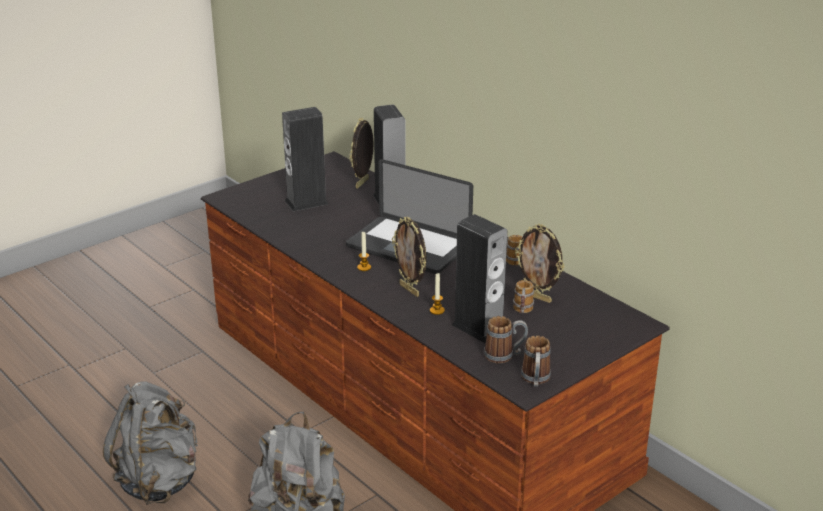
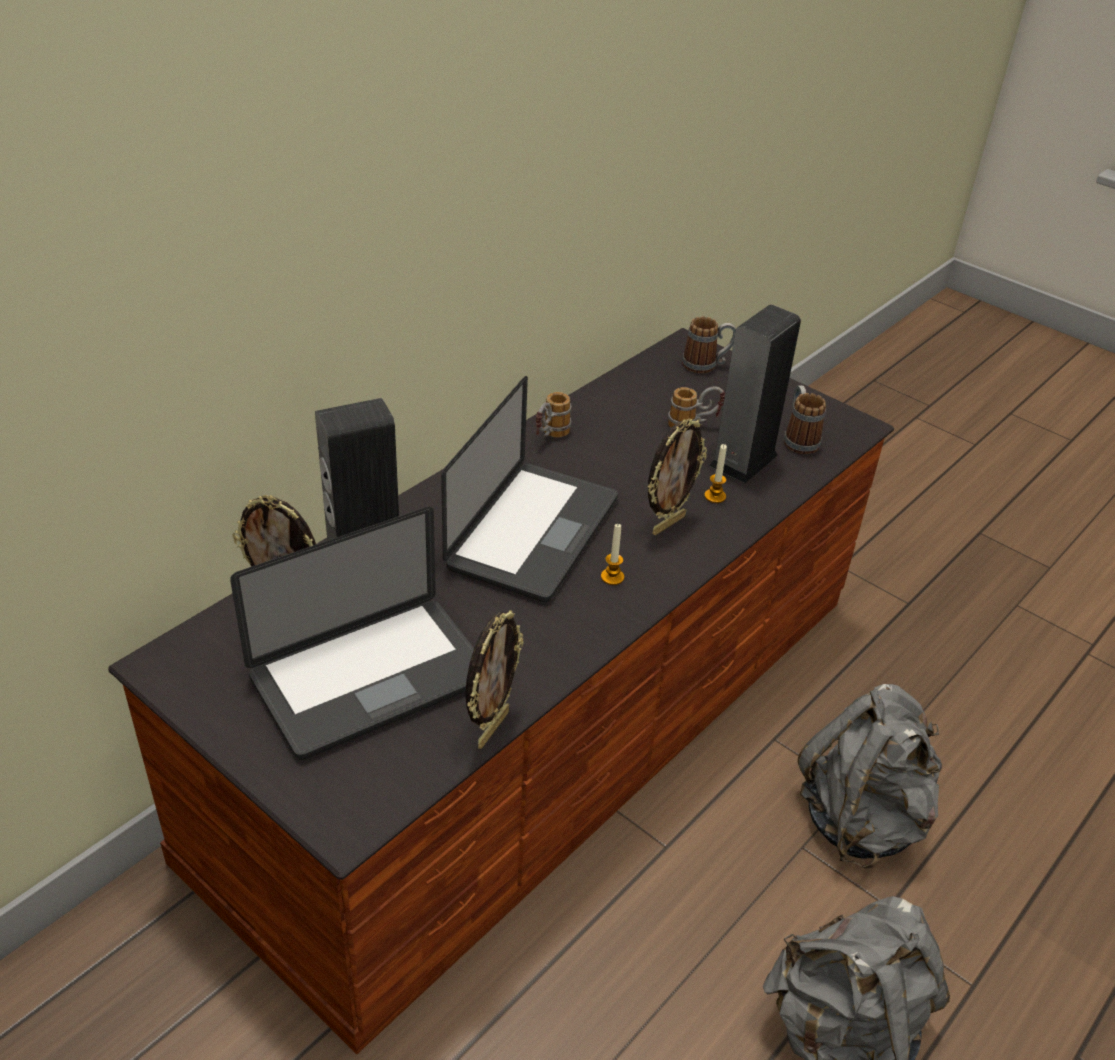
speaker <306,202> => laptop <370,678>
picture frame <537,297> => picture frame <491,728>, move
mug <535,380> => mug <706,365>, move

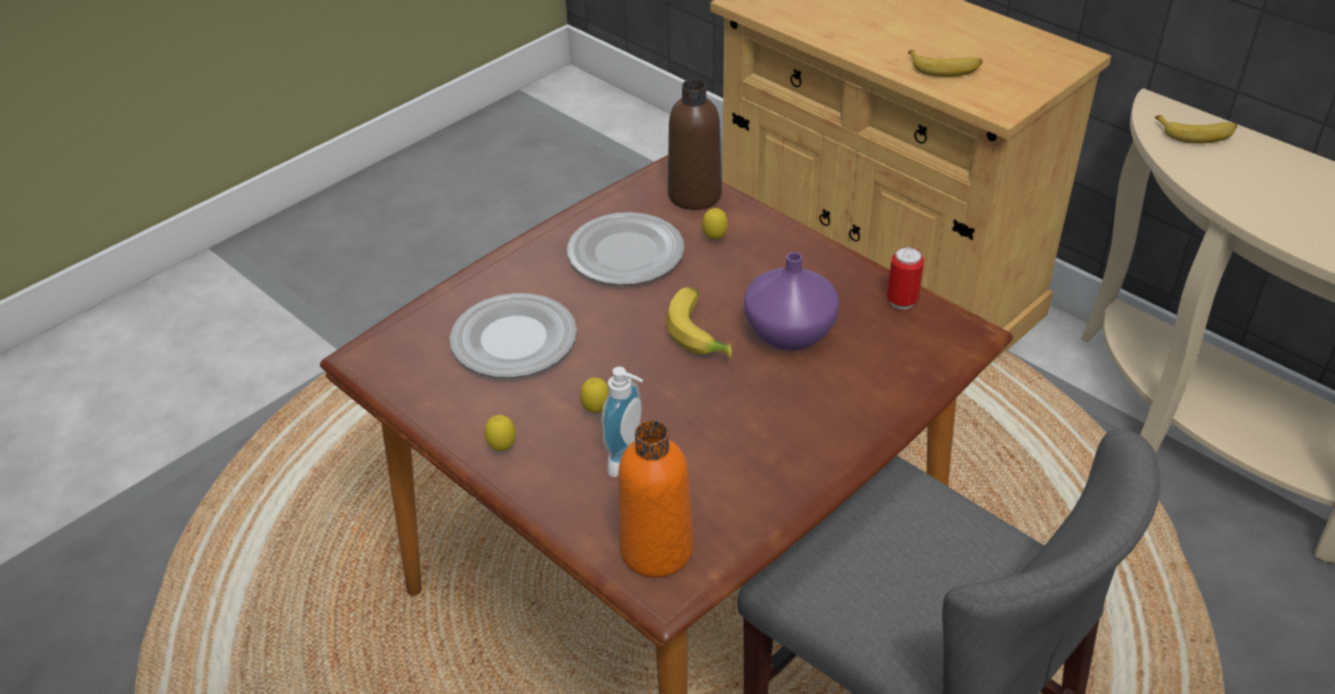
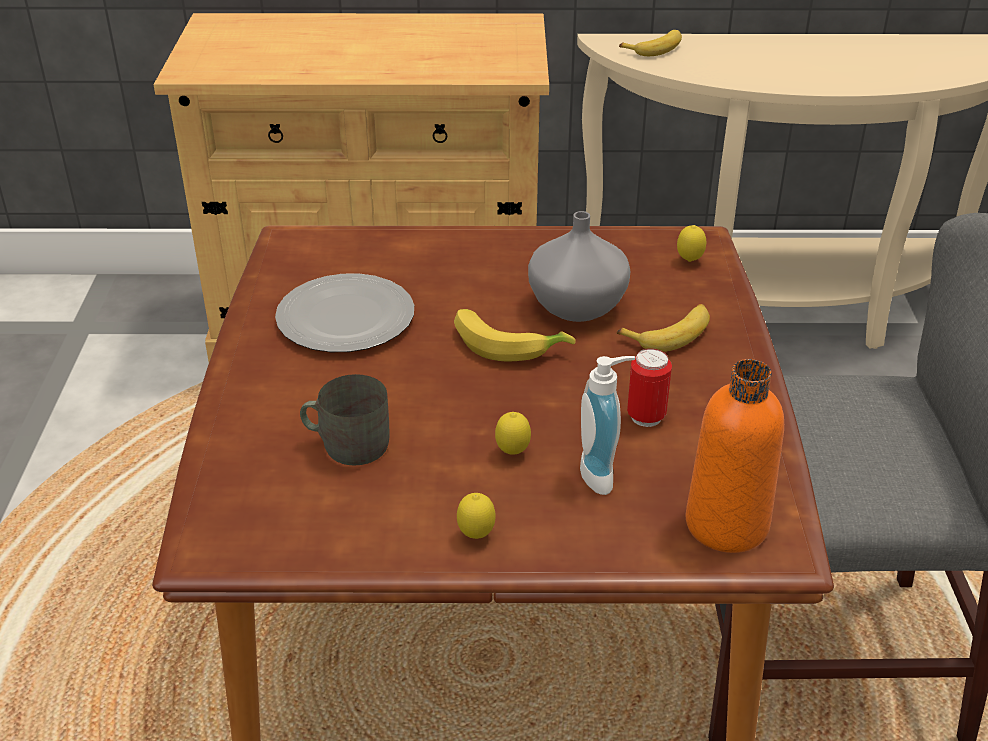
plate <513,341> => grey mug <347,443>
purple vase <787,333> => grey vase <575,307>
banana <945,68> => banana <670,334>, move
can <902,301> => can <646,417>, move
lemon <715,239> => lemon <689,261>, move
brown bottle <694,195> => nothing

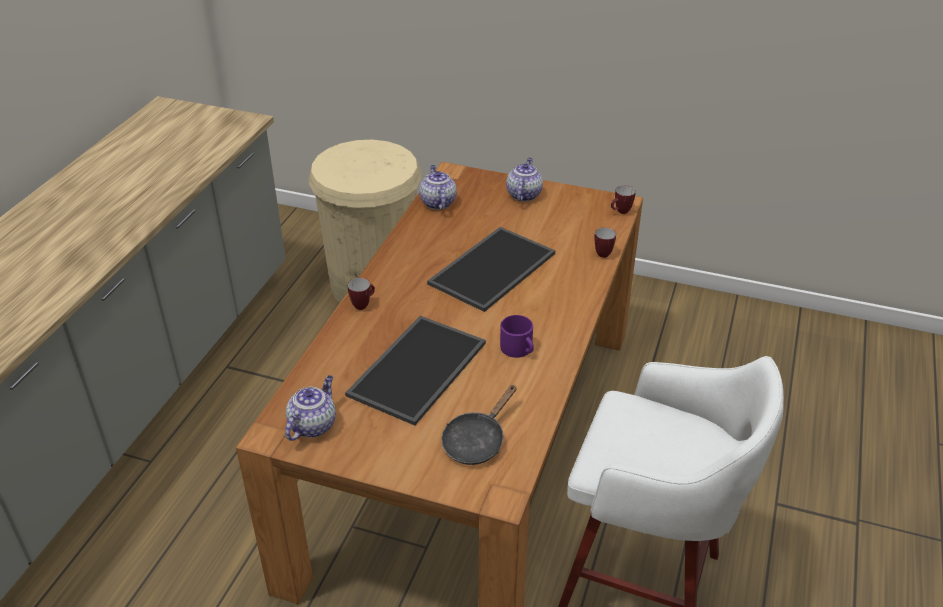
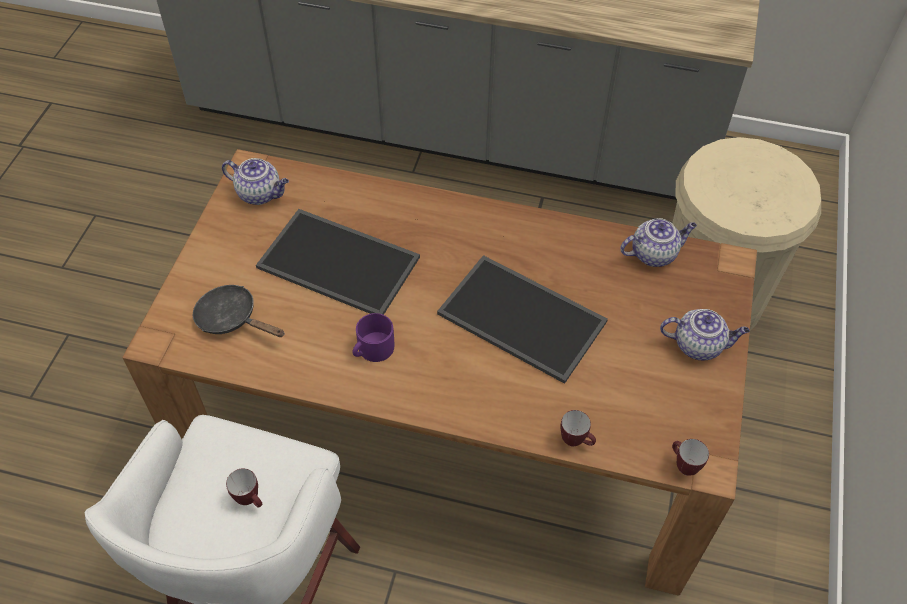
mug <363,304> => mug <251,500>, move

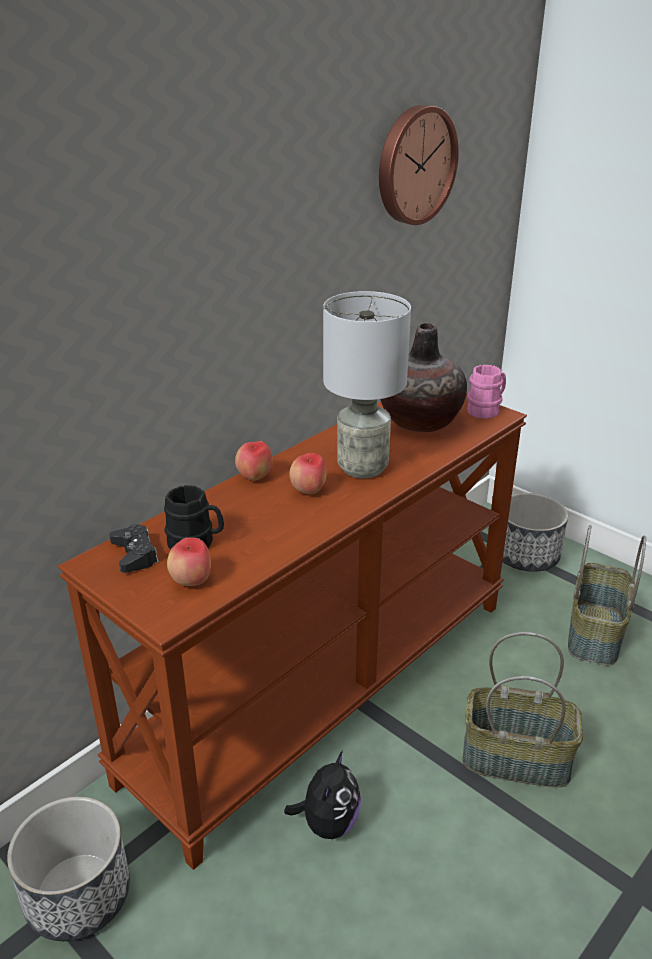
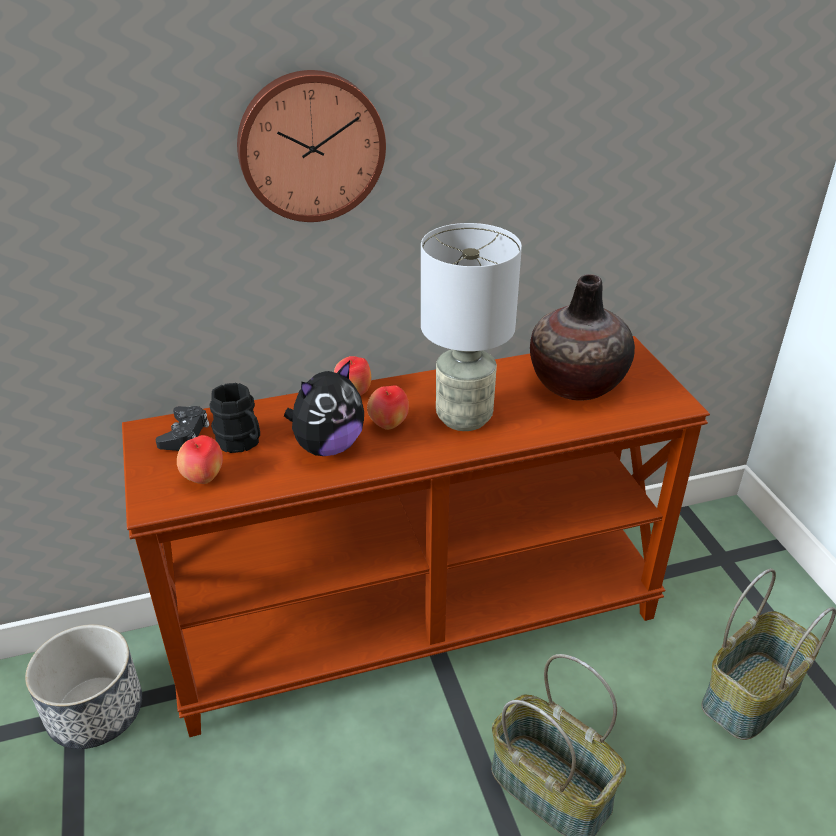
wall clock <414,165> => wall clock <310,146>, move
plush toy <328,823> => plush toy <327,446>, move
pink mug <486,409> => nothing
planter <526,555> => nothing

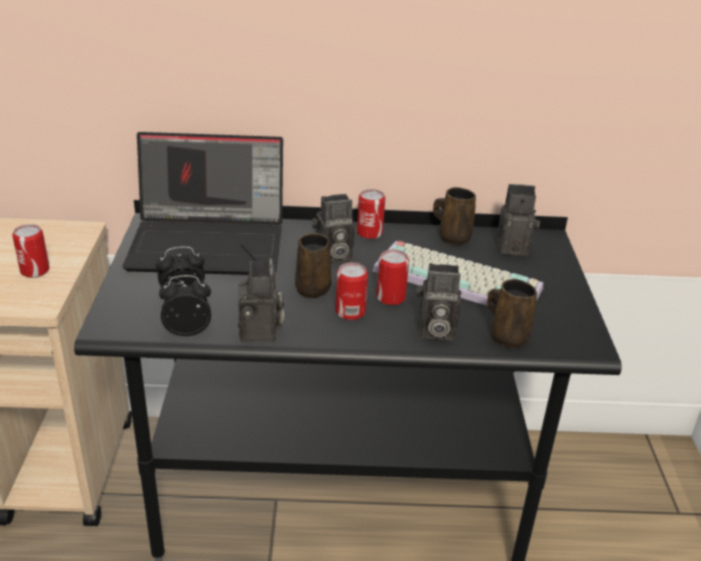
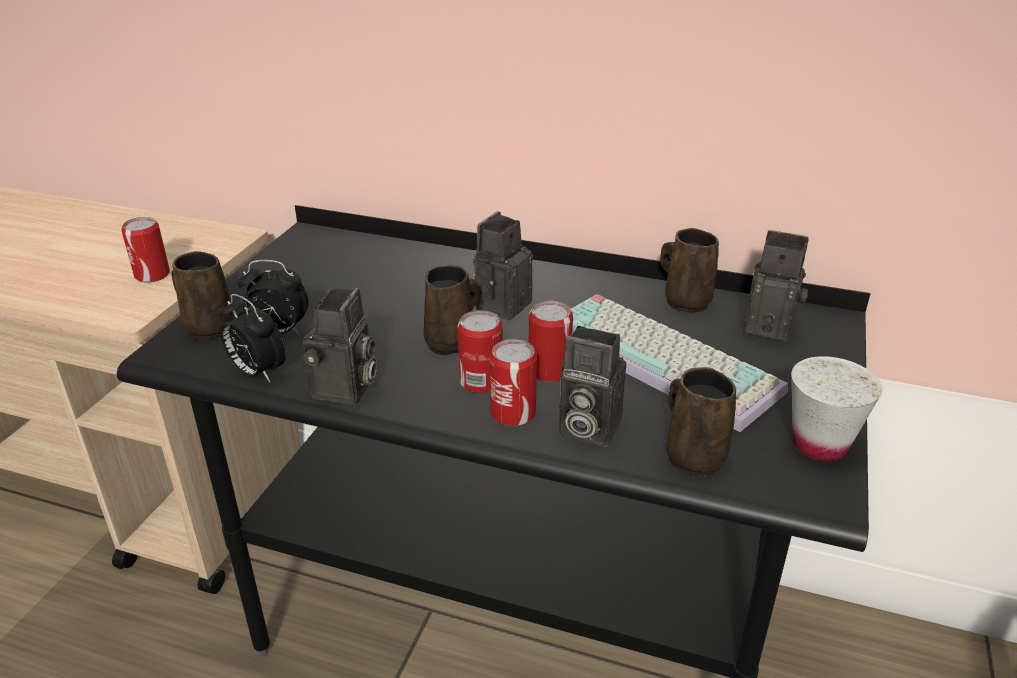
nothing => brown mug <208,327>
alarm clock <188,331> => alarm clock <257,372>, 150 degrees counterclockwise
photo camera <332,256> => photo camera <502,304>, 120 degrees clockwise
can <369,233> => can <513,413>, move
nothing => white cup <819,445>
laptop <210,243> => nothing

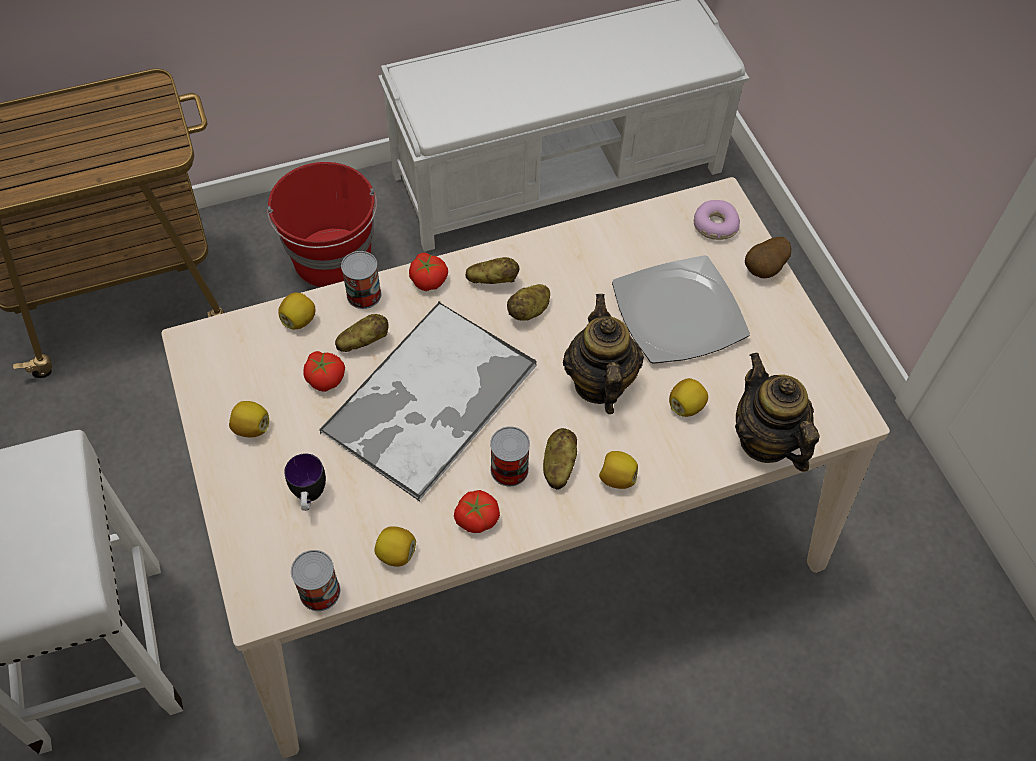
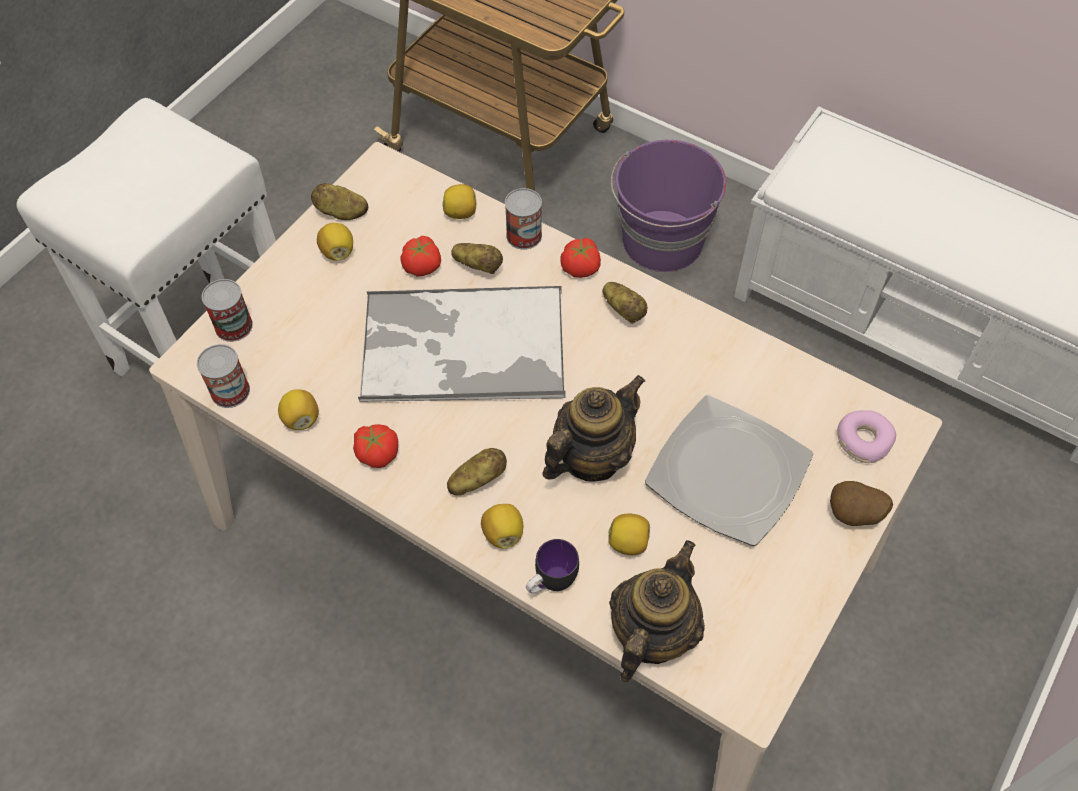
can <509,469> => can <233,326>, move
potato <529,311> => potato <341,213>, move
mug <309,497> => mug <550,584>, move
red bucket <333,259> => purple bucket <662,242>

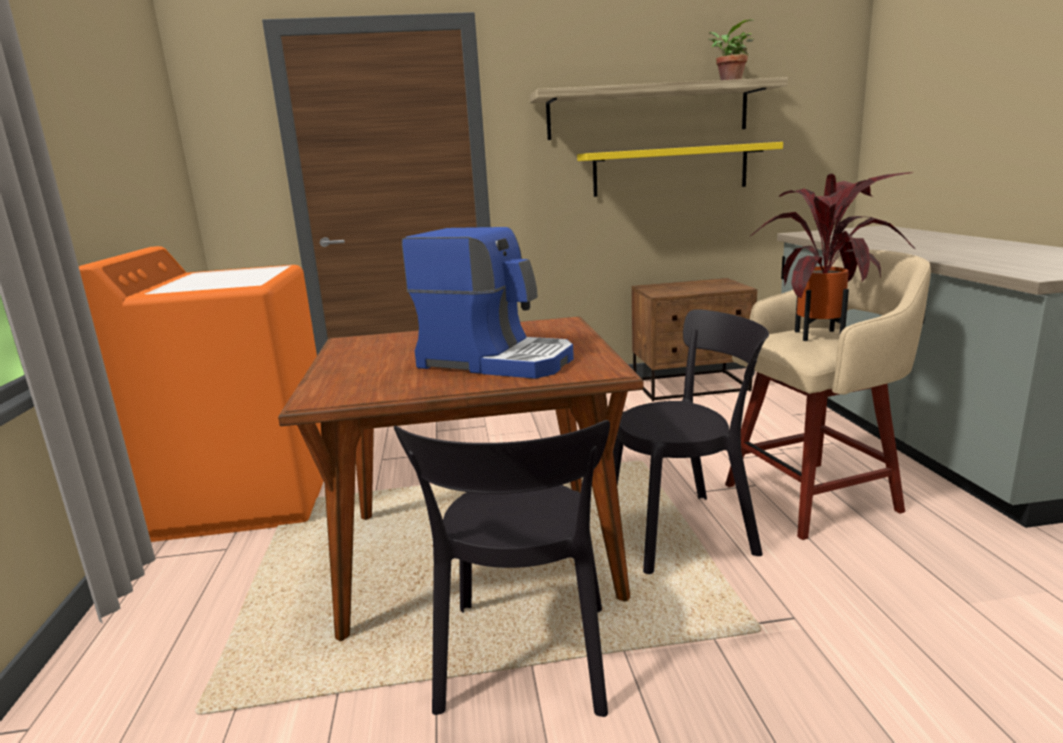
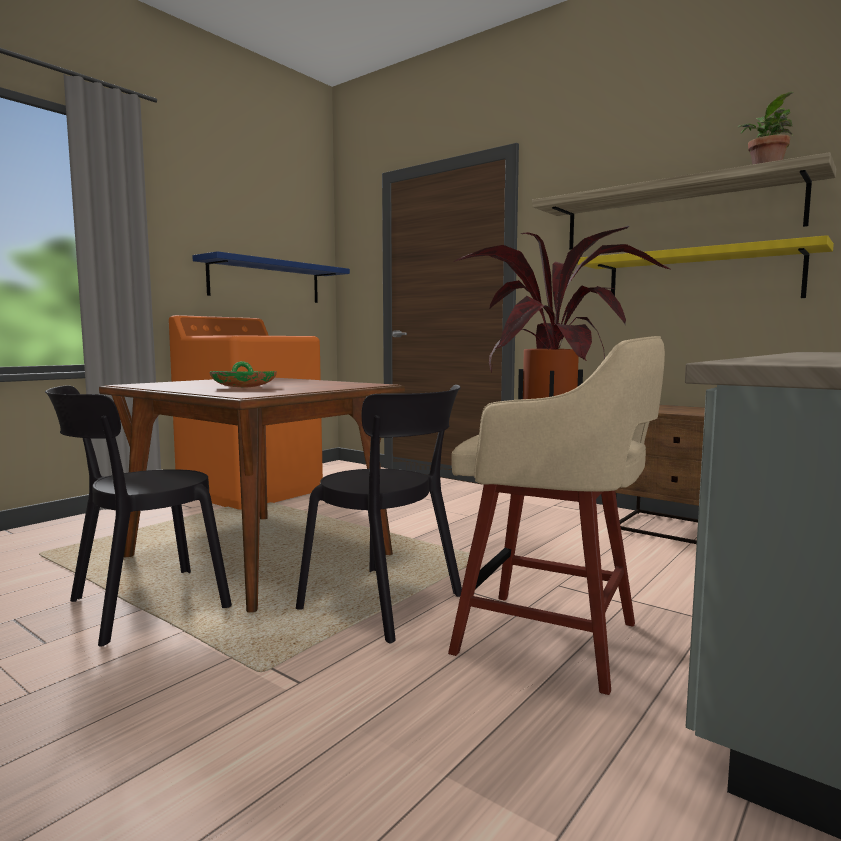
nothing => blue shelf <266,281>
coffee machine <496,361> => green bowl <244,387>

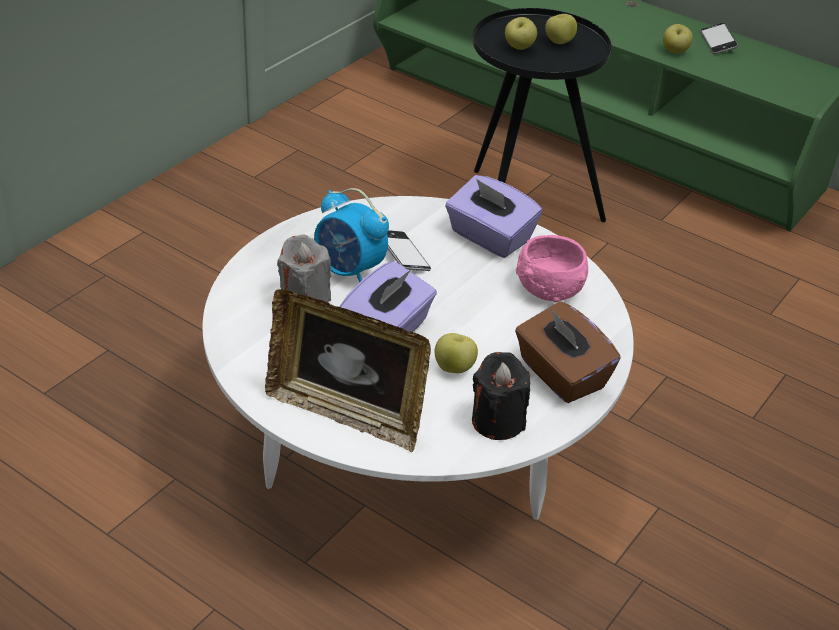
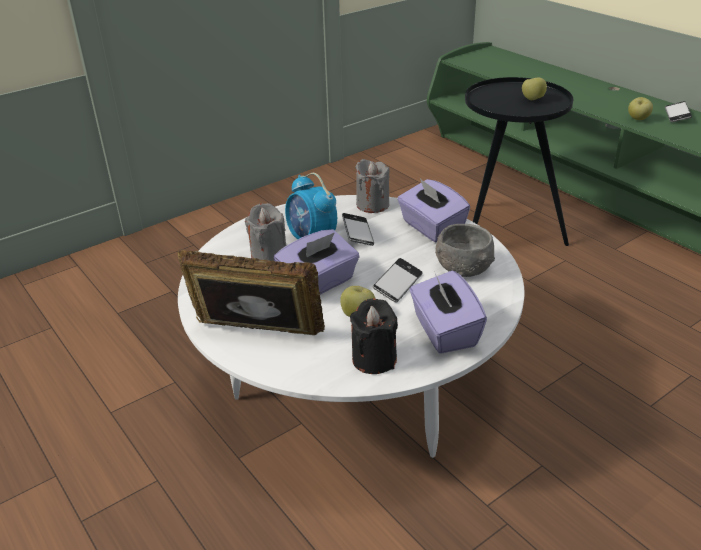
picture frame <346,413> => picture frame <256,336>, 150 degrees clockwise
nothing => grey candle <372,205>
nothing => phone <397,284>
brown tissue box <560,375> => purple tissue box <444,331>
pink bowl <549,289> => grey bowl <463,267>
apple <519,48> => nothing

